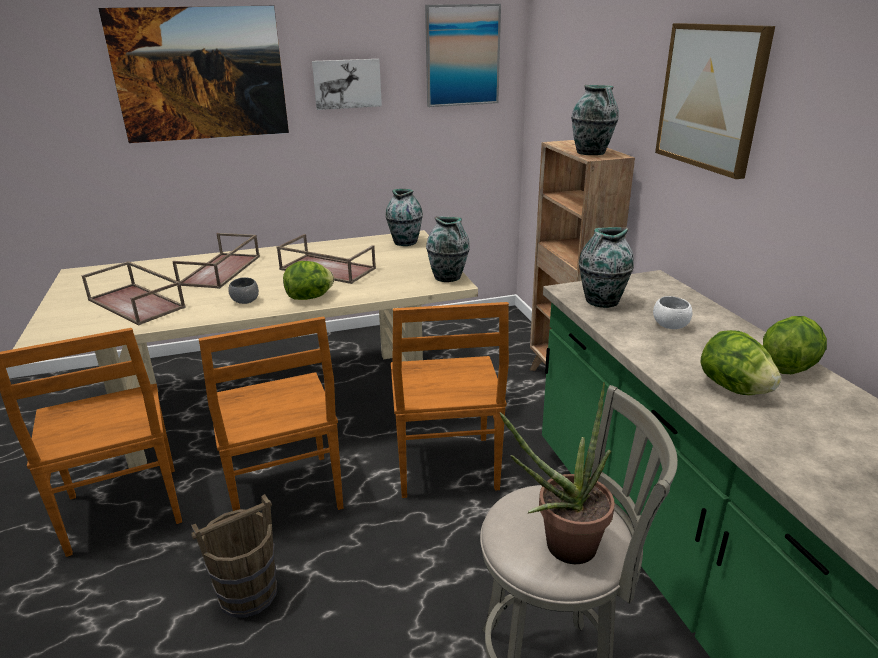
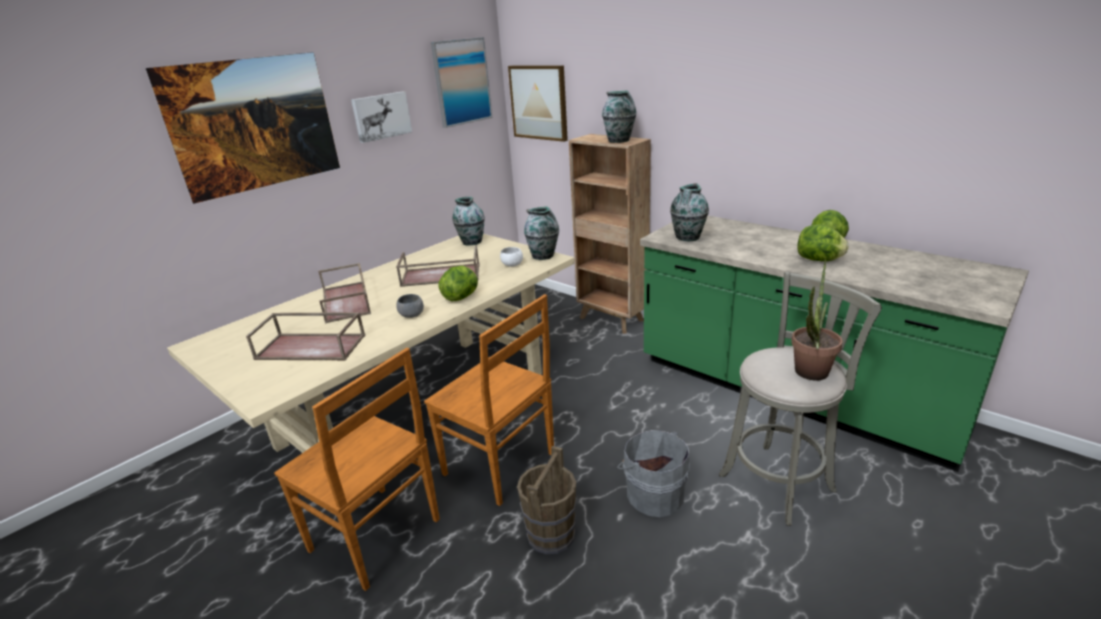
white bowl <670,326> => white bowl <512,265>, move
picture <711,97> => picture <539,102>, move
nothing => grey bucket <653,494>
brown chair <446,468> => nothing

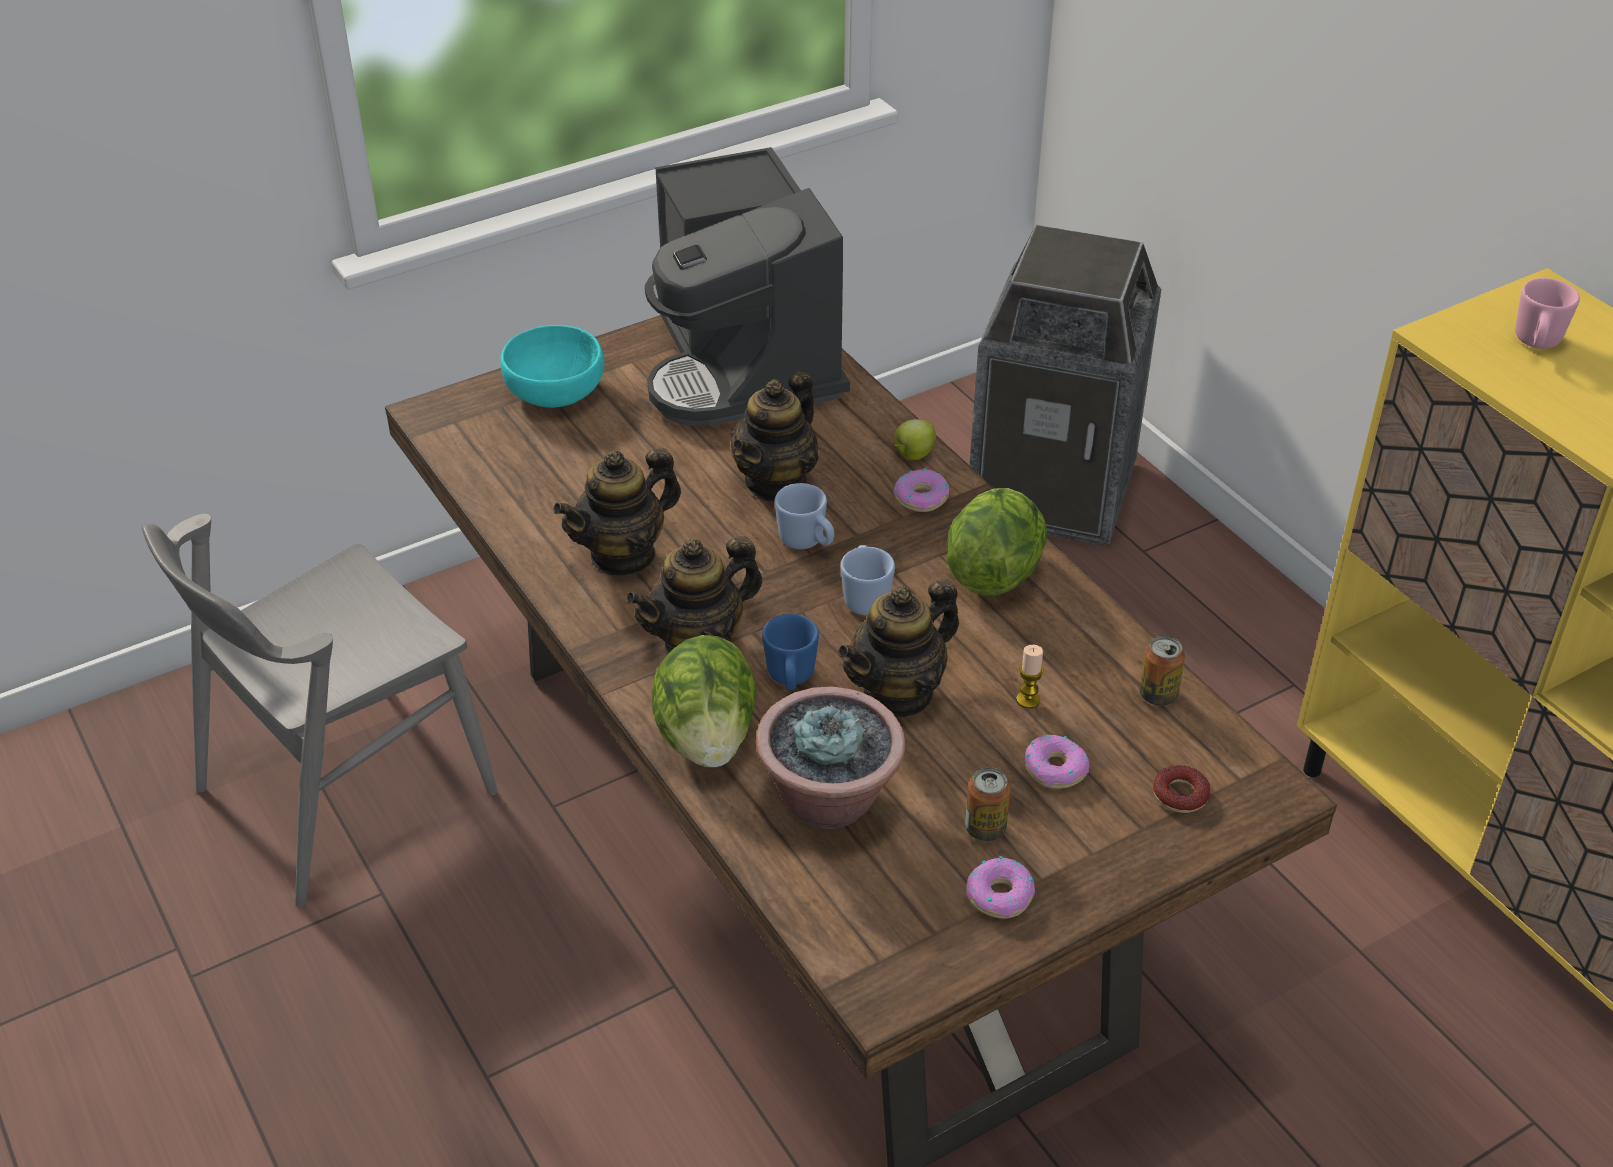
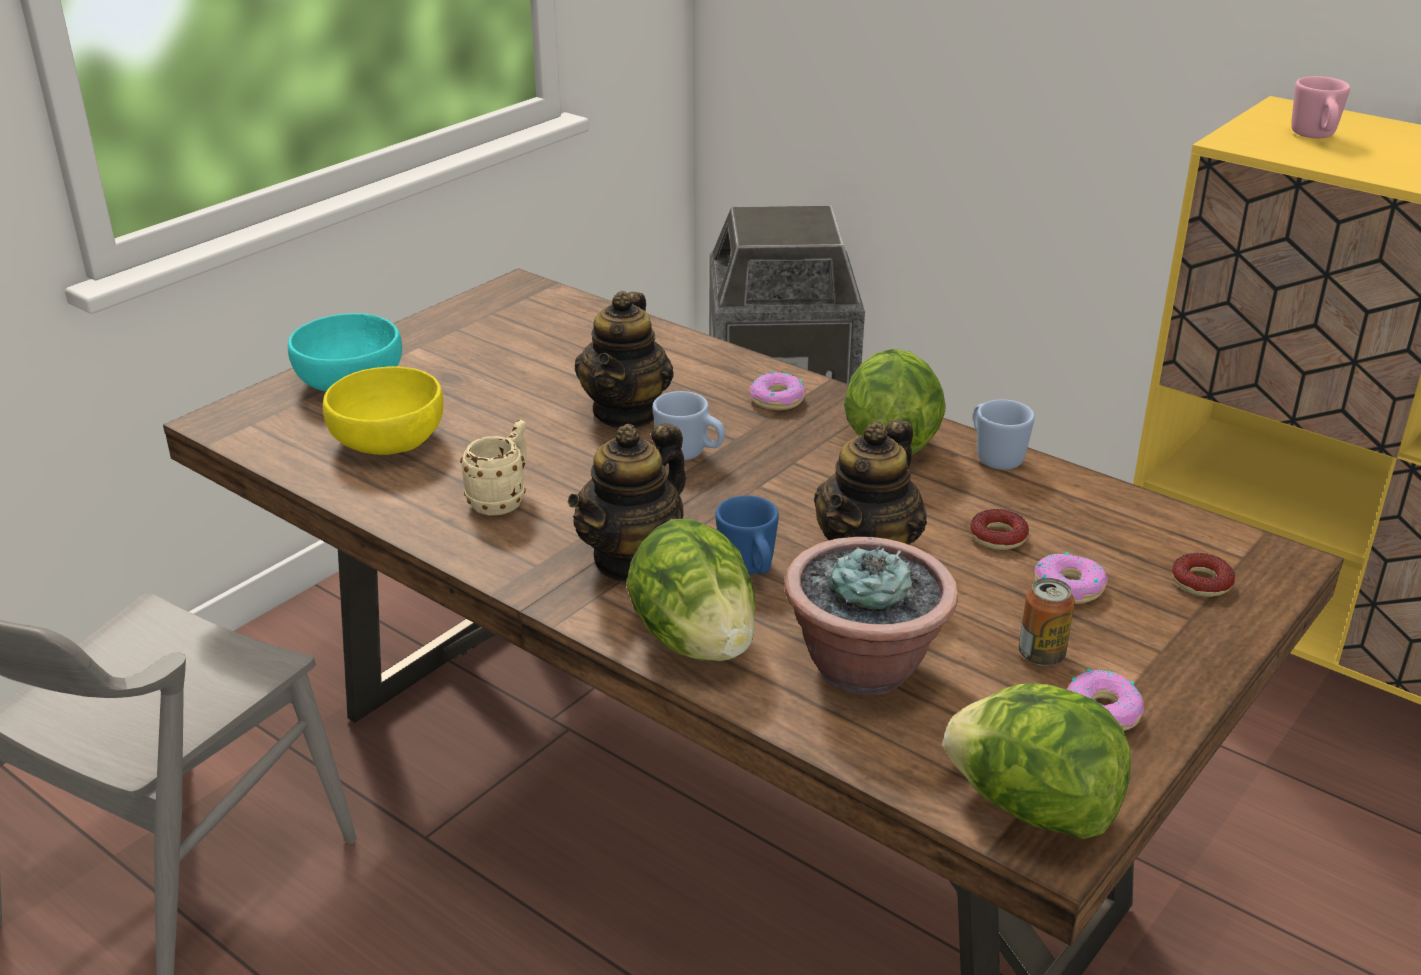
nothing => yellow bowl <388,439>
teapot <623,555> => beige mug <503,500>
nothing => lettuce <1032,808>
candle <1028,700> => donut <998,536>
blue mug <865,597> => blue mug <994,456>, move
coffee machine <744,365> => nothing
apple <913,455> => nothing
can <1158,695> => nothing

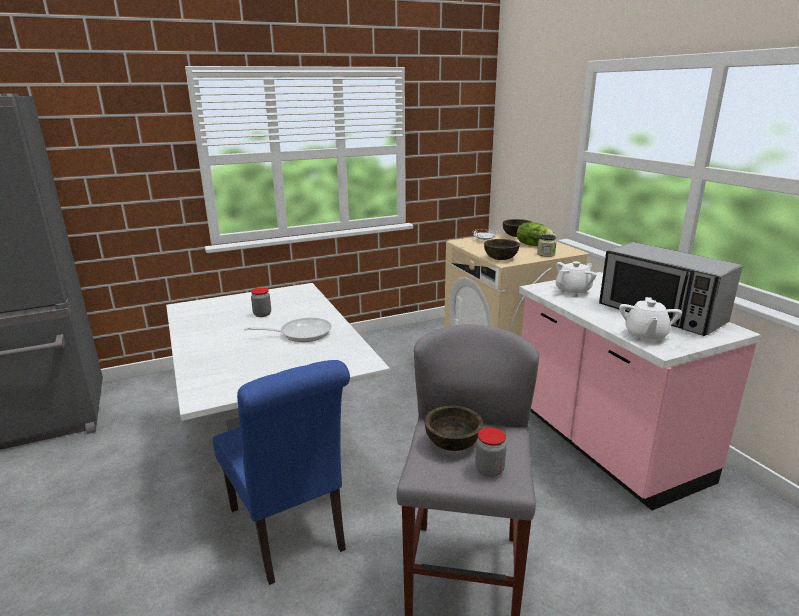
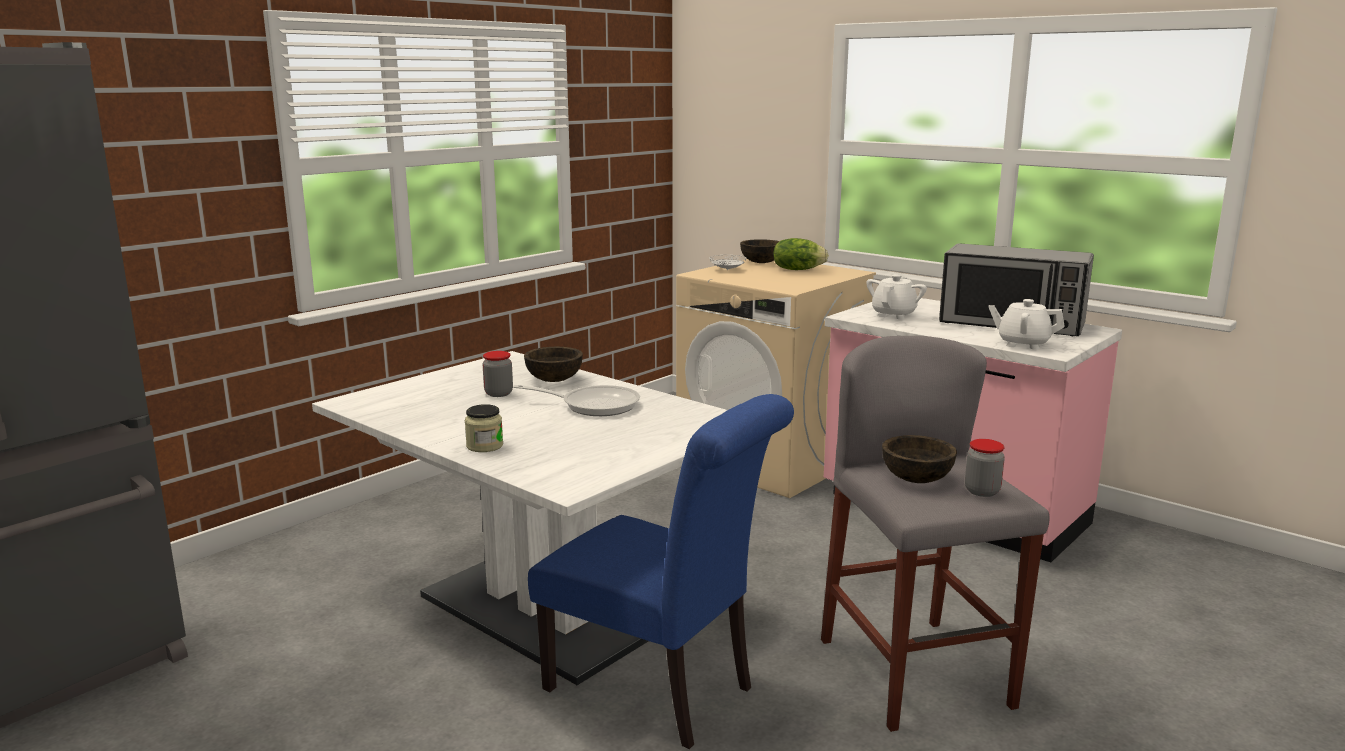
jar <546,254> => jar <484,446>, move
frying pan <301,333> => frying pan <593,405>, 45 degrees clockwise
brown bowl <500,258> => brown bowl <554,379>, move
white teapot <645,336> => white teapot <1023,344>, 120 degrees clockwise

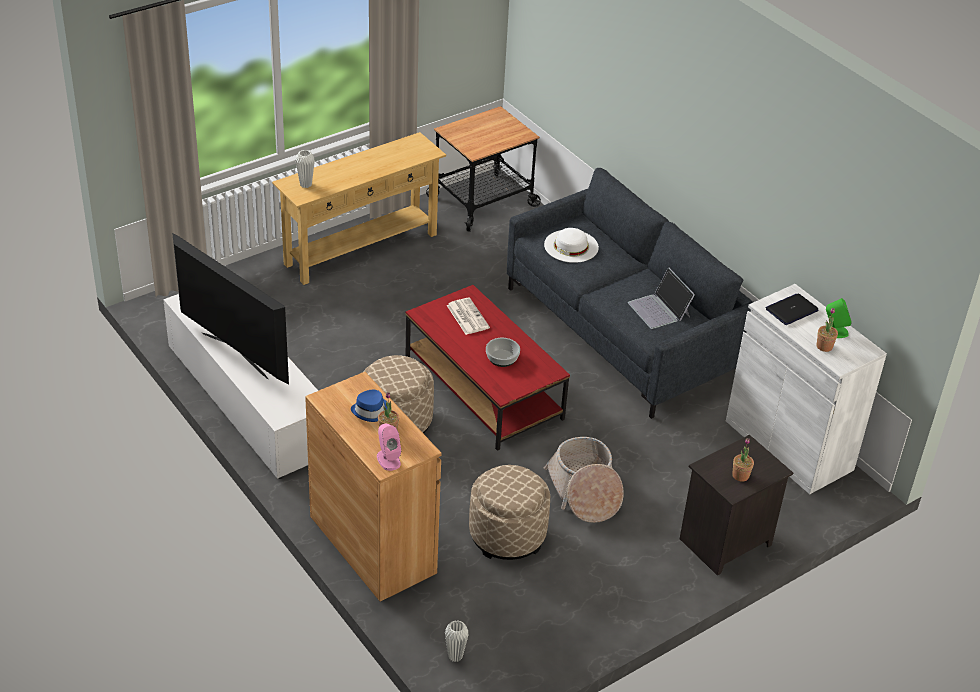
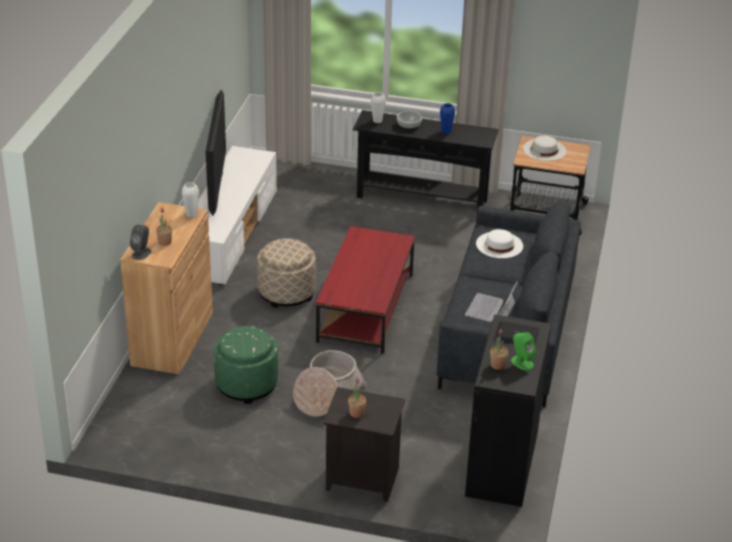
pink speaker <388,459> => grey speaker <141,253>
white vase <455,656> => white vase <191,214>, move
beige ottoman <507,535> => green ottoman <246,384>
beige console table <361,249> => black console table <422,198>
bowl <502,358> => bowl <409,125>, move
nothing => blue vase <446,131>
white cabinet <788,445> => black cabinet <502,463>
nothing => white hat <544,149>
blue hat <371,411> => nothing
newspaper <467,316> => nothing

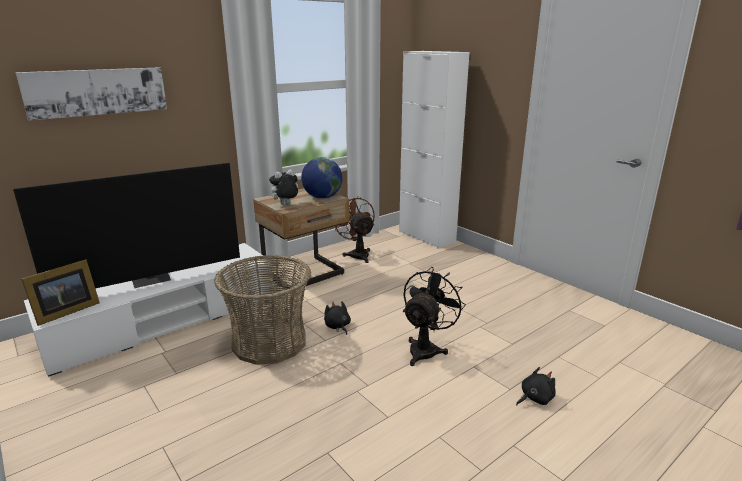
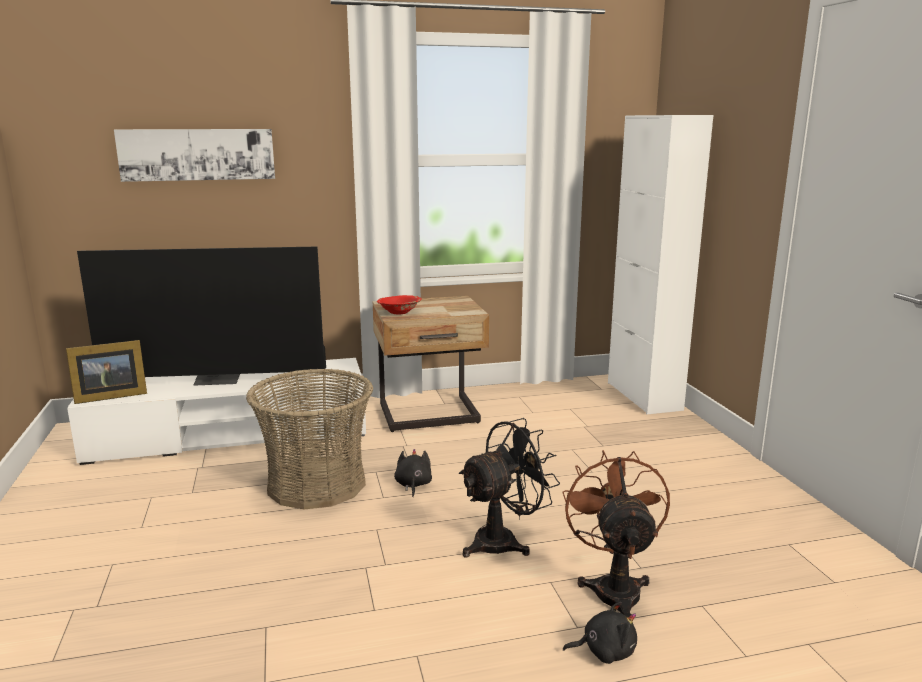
plush toy <285,205> => red bowl <399,312>
brown fan <357,254> => brown fan <614,587>, move
globe <322,197> => nothing

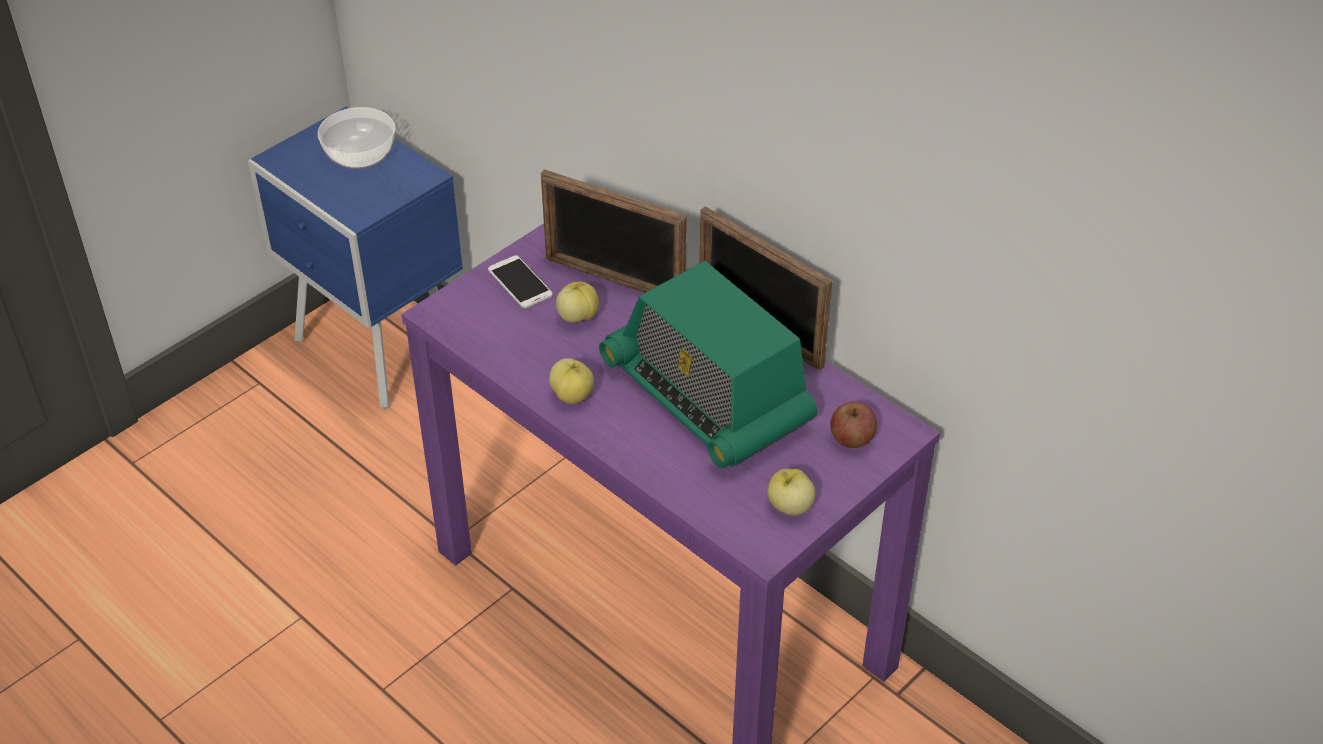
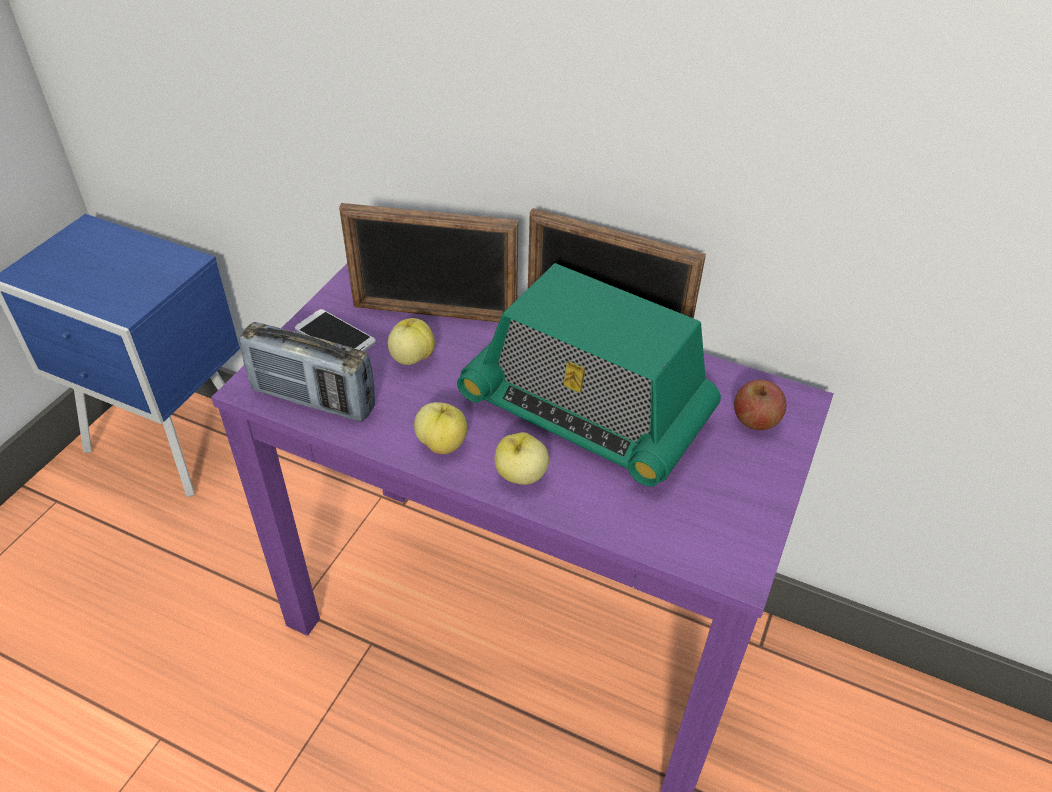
nothing => radio <313,399>
apple <789,506> => apple <520,475>, move
bowl <358,154> => nothing

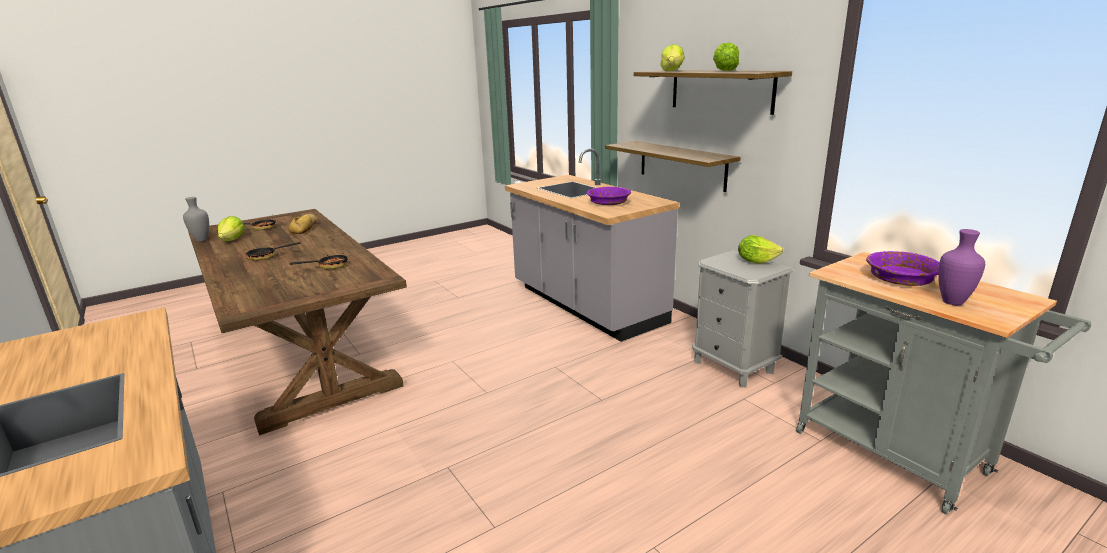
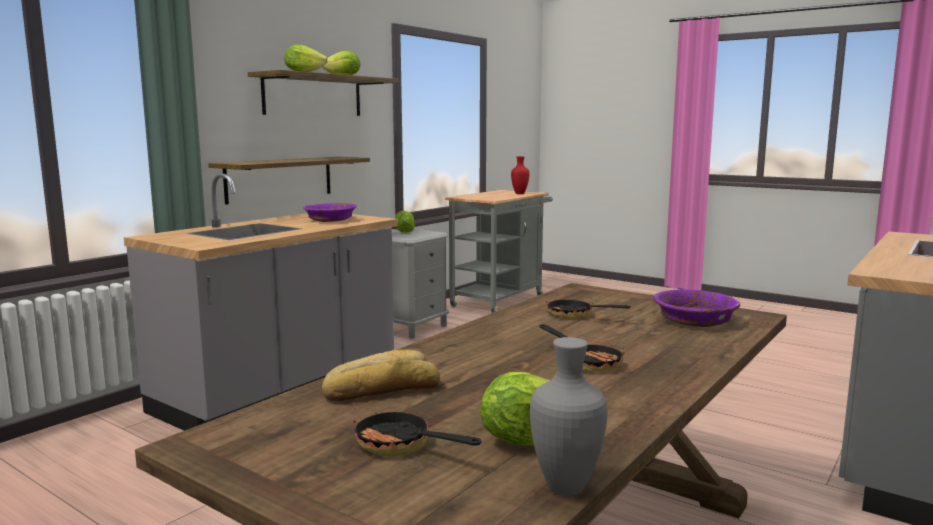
purple vase <954,303> => red vase <520,194>
purple bowl <900,279> => purple bowl <694,321>, move

